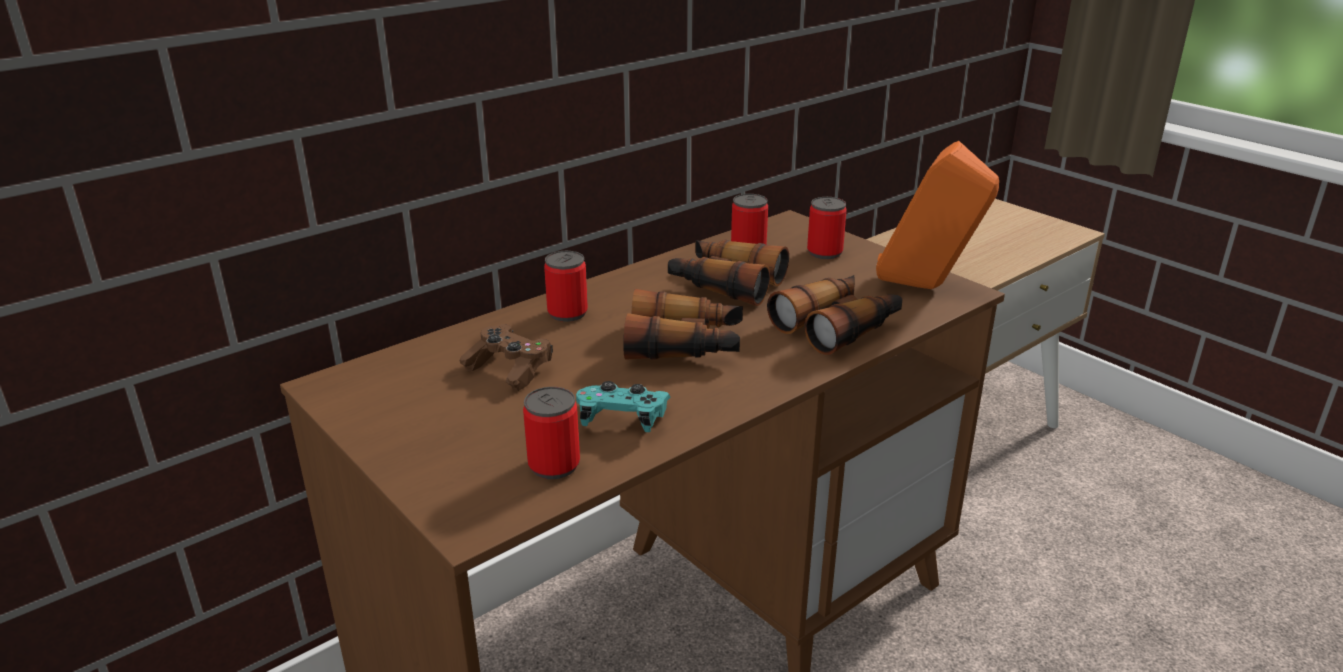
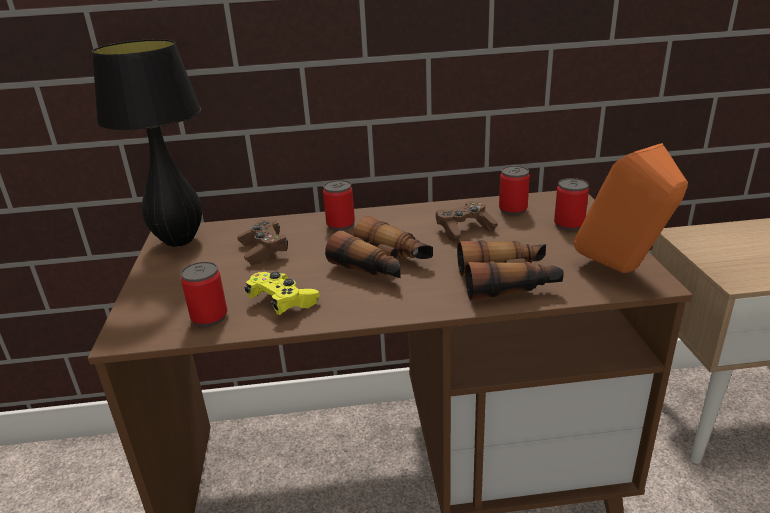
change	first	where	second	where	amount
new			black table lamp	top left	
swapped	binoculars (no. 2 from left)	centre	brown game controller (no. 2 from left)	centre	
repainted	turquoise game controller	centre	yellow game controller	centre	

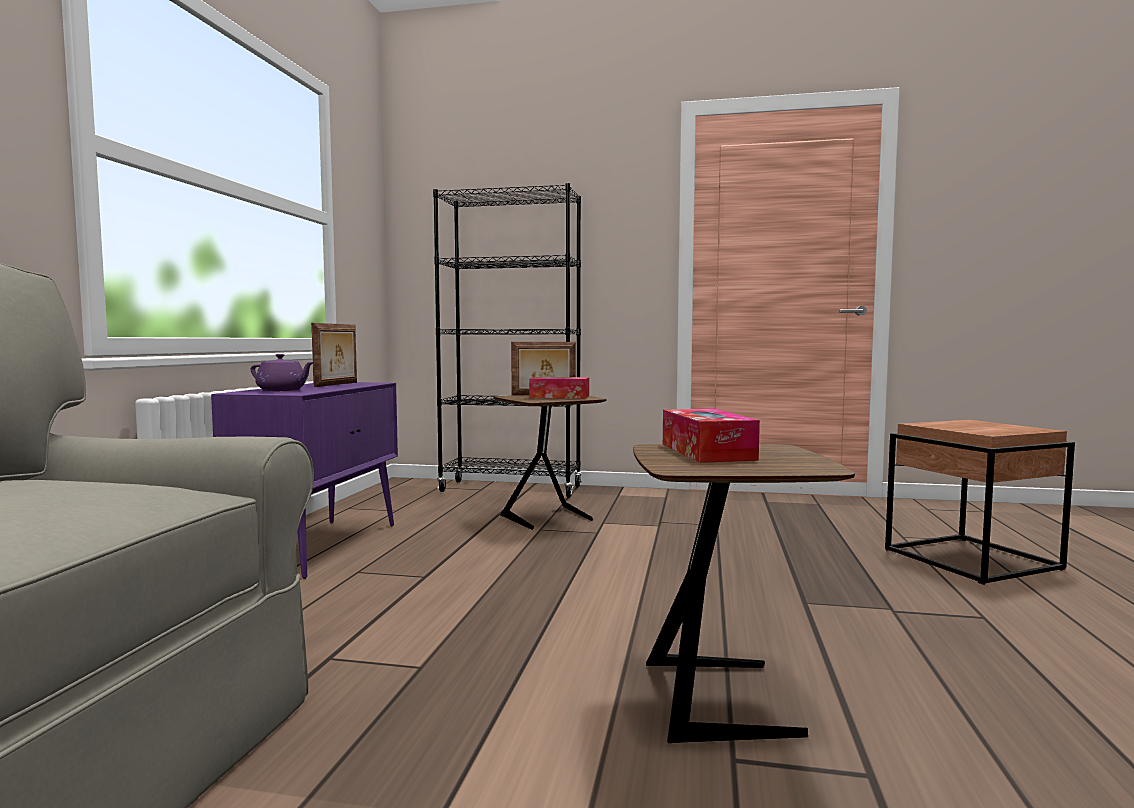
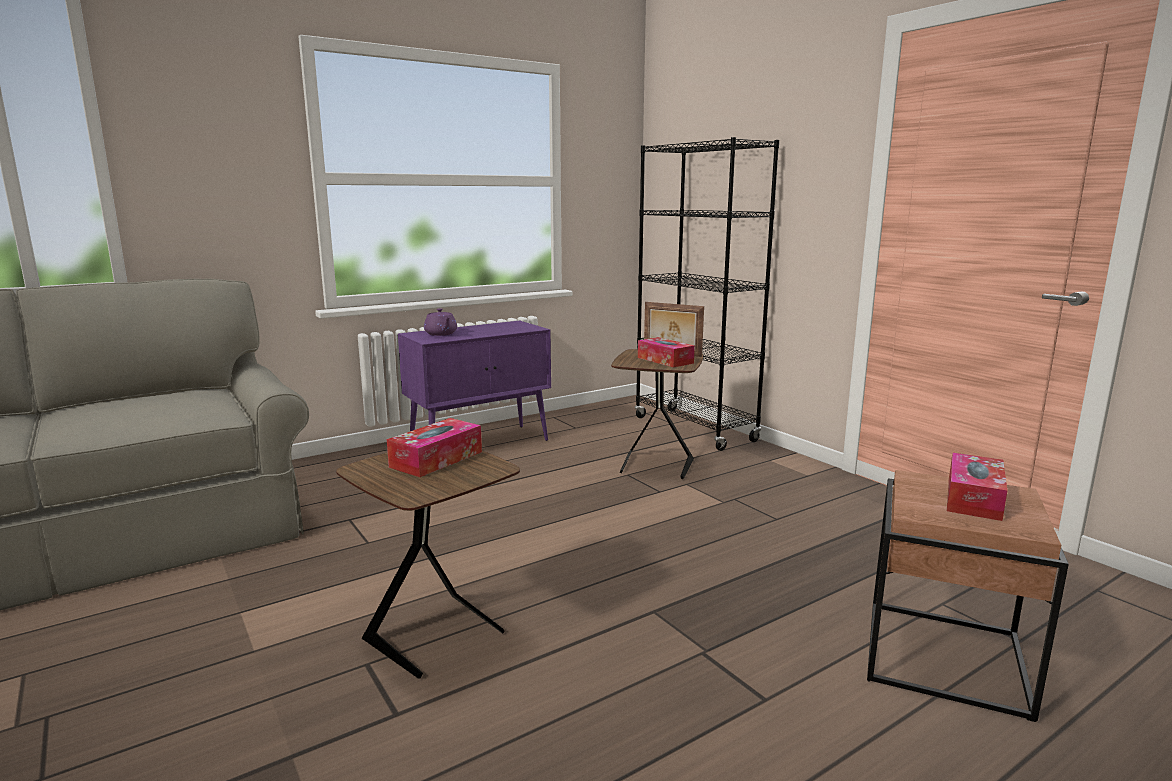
change	first	where	second	where	amount
gone	picture frame (no. 1 from left)	middle left			
new			tissue box (no. 3 from left)	middle right	

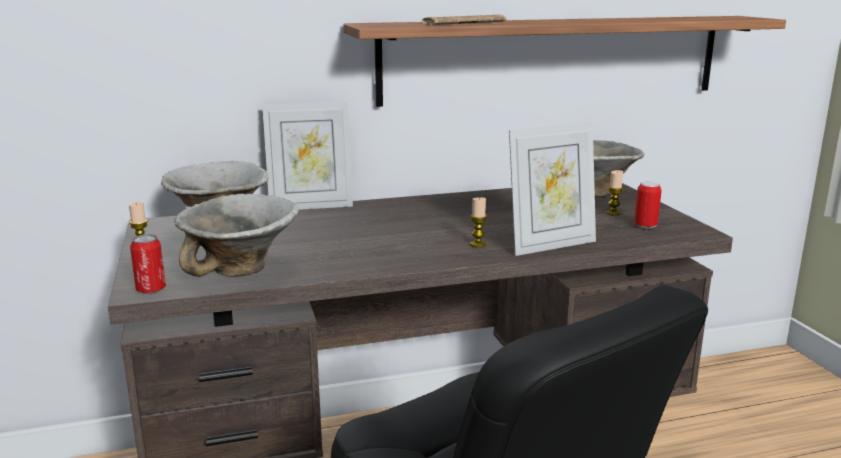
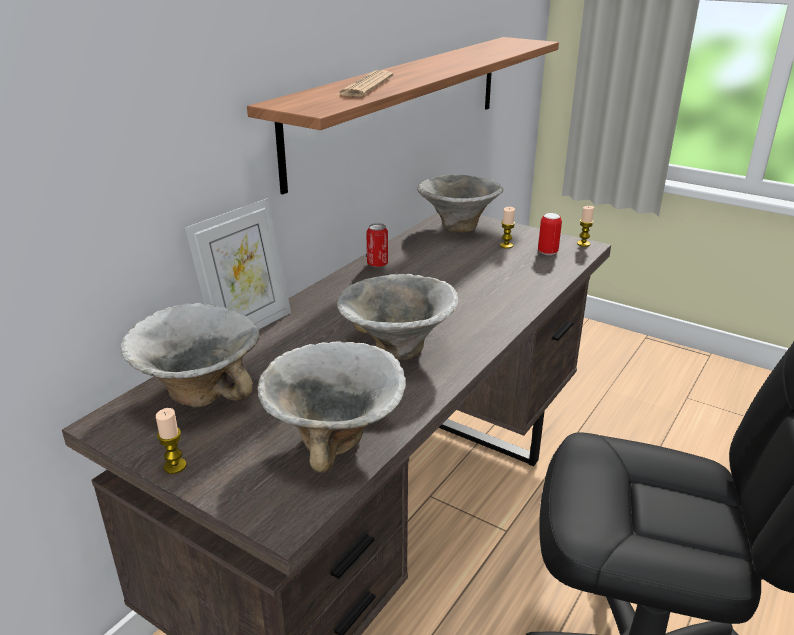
change	first	where	second	where	amount
gone	picture frame (no. 2 from left)	centre			
new			bowl (no. 3 from left)	centre	
shifted	can (no. 1 from left)	middle left		centre	
shifted	candle (no. 2 from left in the first image)	centre	candle (no. 3 from left)	middle right	

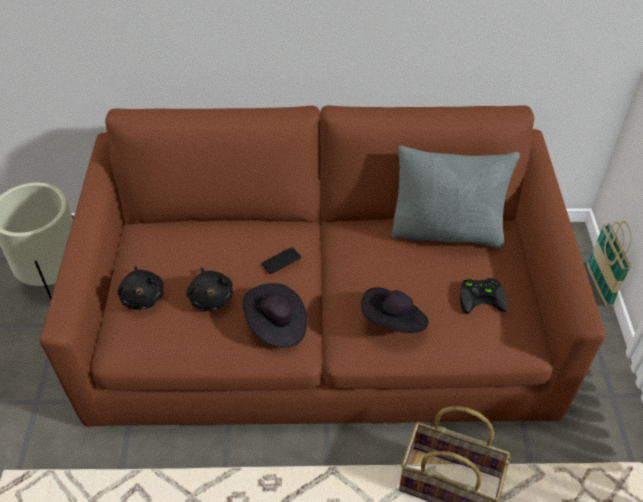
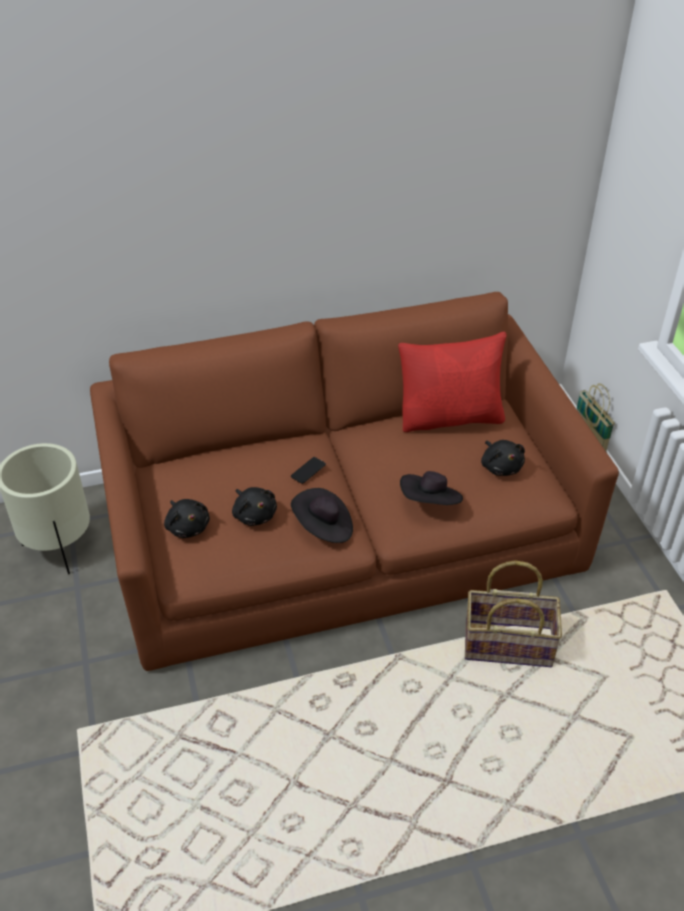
change	first	where	second	where	amount
swapped	black game controller	middle right	black plush toy (no. 3 from left)	middle right	
repainted	grey pillow	middle right	red pillow	centre	

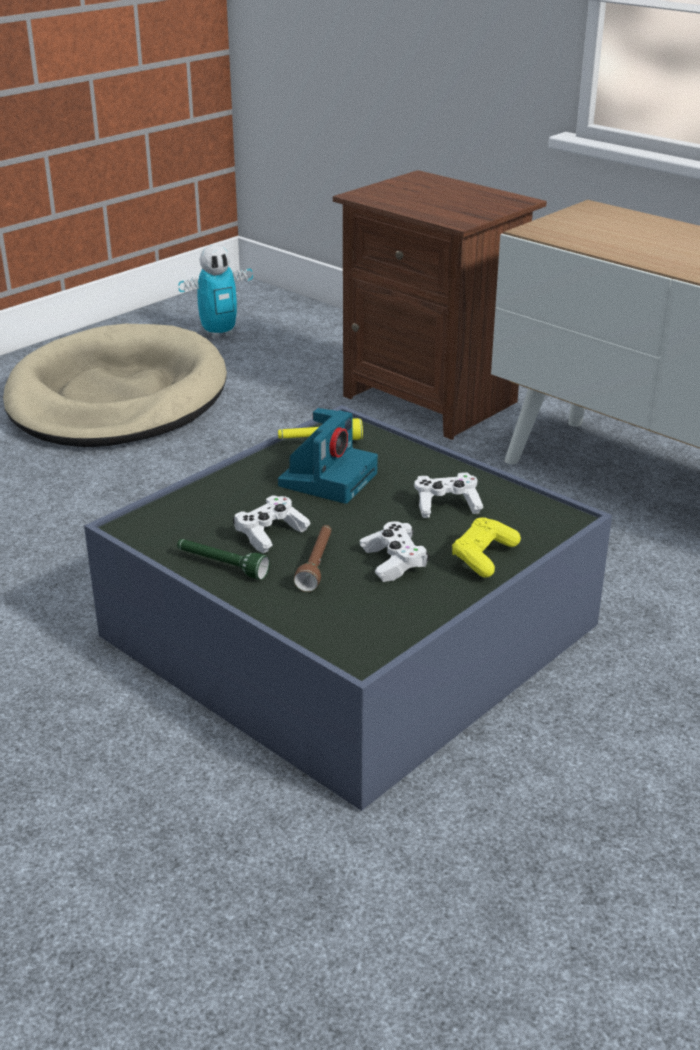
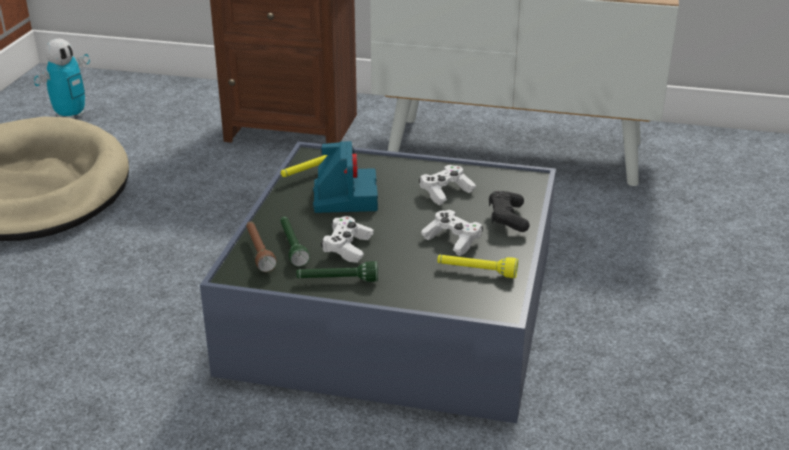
change	first	where	second	where	amount
new			green flashlight (no. 1 from left)	centre	
new			yellow flashlight (no. 2 from left)	centre	
shifted	brown flashlight	centre		middle left	
repainted	yellow game controller	middle right	black game controller	centre	

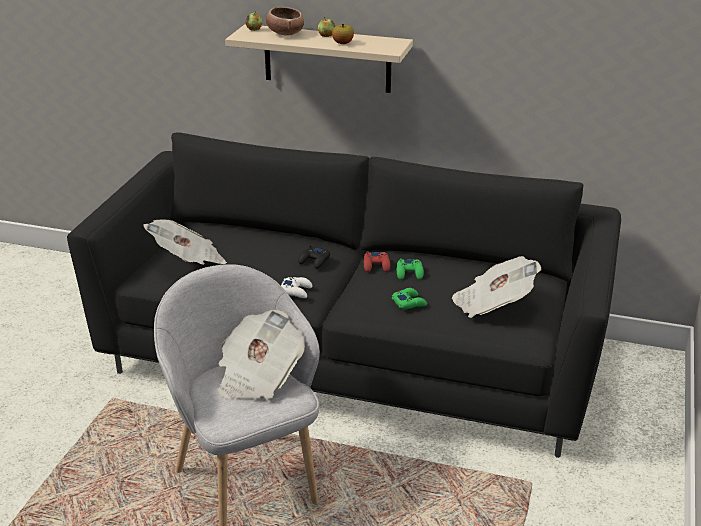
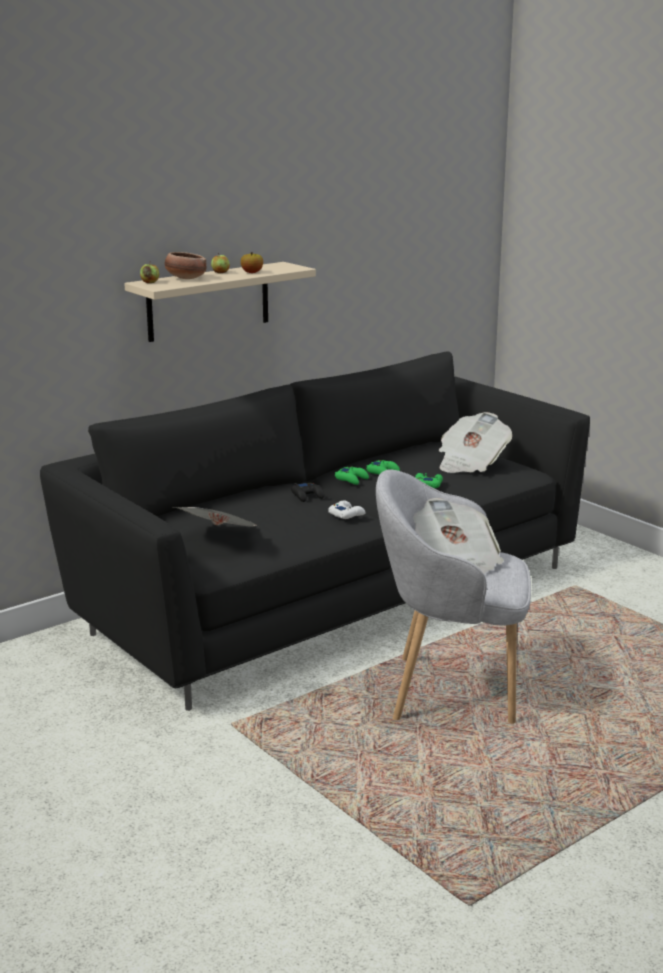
change	first	where	second	where	amount
repainted	red game controller	centre	green game controller (no. 1 from left)	centre	

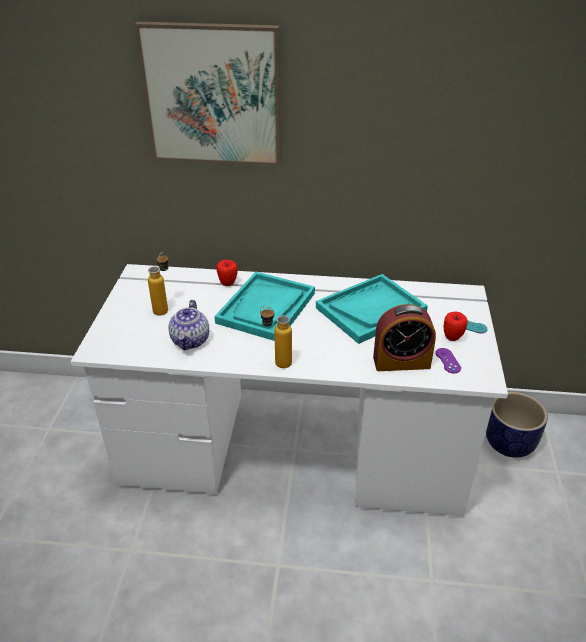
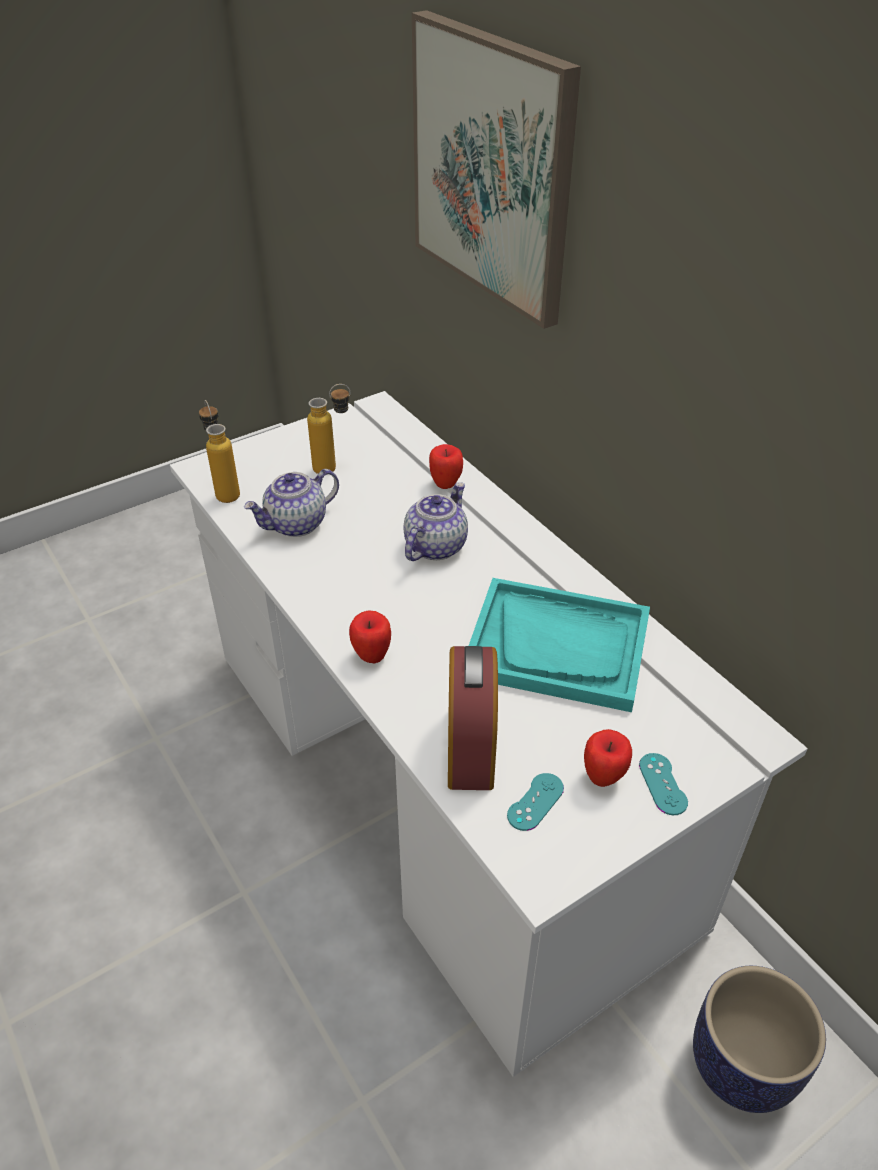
change	first	where	second	where	amount
new			apple (no. 1 from left)	centre	
shifted	bottle (no. 2 from left in the first image)	centre	bottle (no. 1 from left)	middle left	
swapped	turquoise tray (no. 1 from left)	centre	teapot (no. 2 from left)	centre	
repainted	purple game controller	middle right	turquoise game controller (no. 1 from left)	bottom centre	
rotated	alarm clock	middle right		centre	45 degrees clockwise

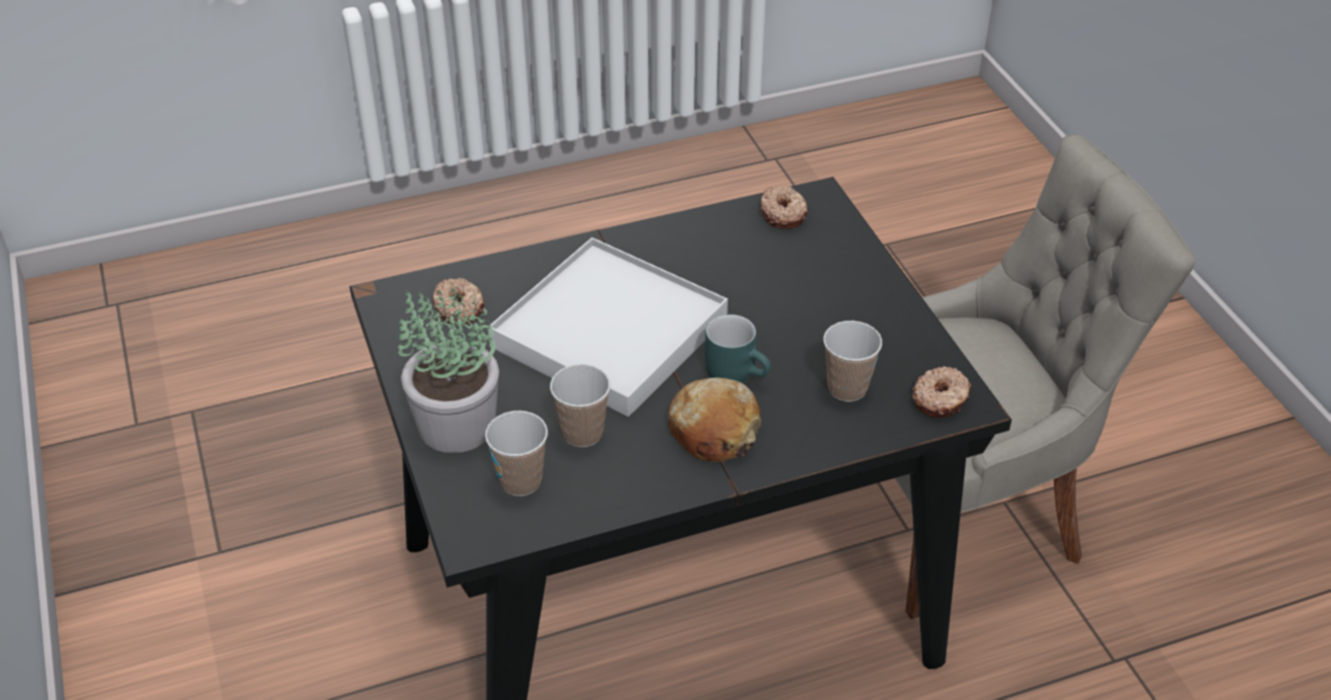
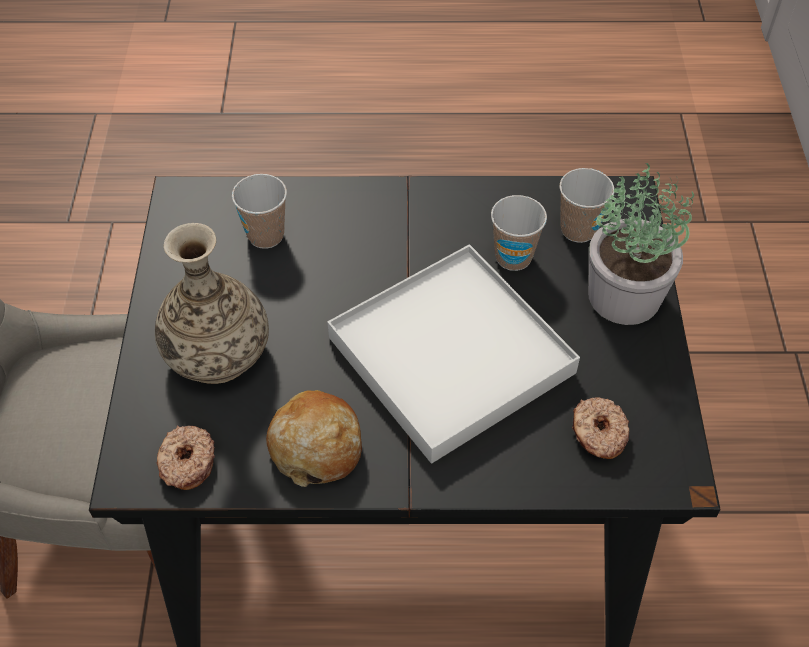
change	first	where	second	where	amount
gone	turquoise mug	centre			
gone	donut (no. 3 from left)	middle right			
new			vase	middle left	
shifted	bread	centre		bottom centre	

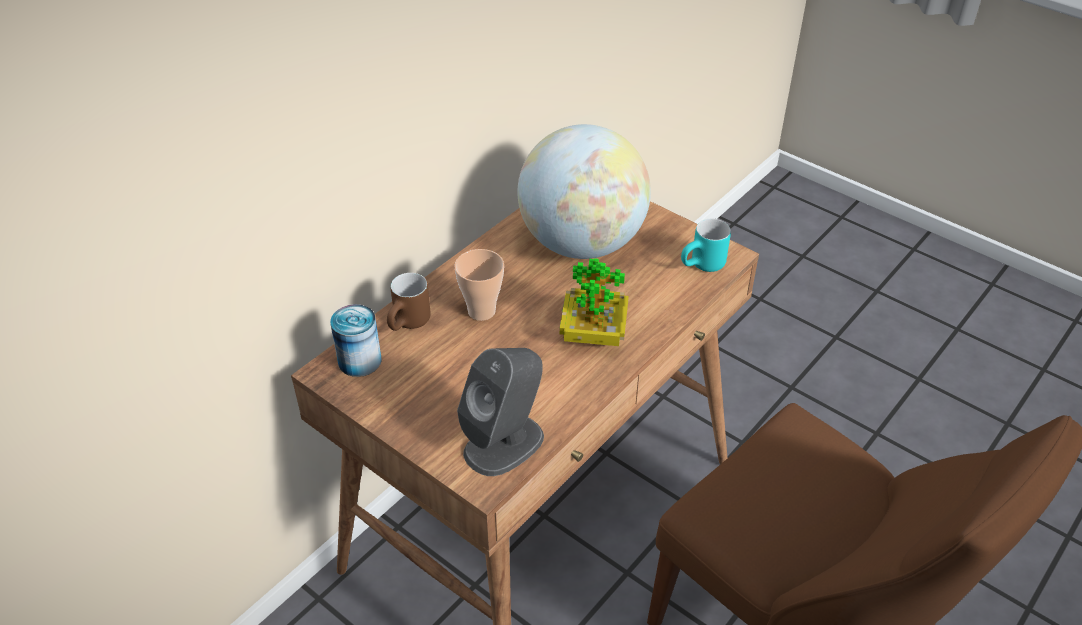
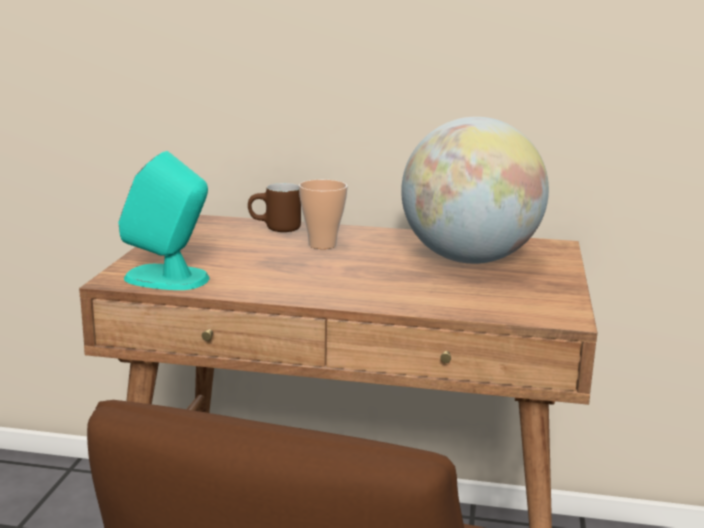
change	first	where	second	where	amount
gone	can	middle left			
gone	potted plant	centre			
gone	turquoise mug	centre			
repainted	grey speaker	centre	turquoise speaker	middle left	

